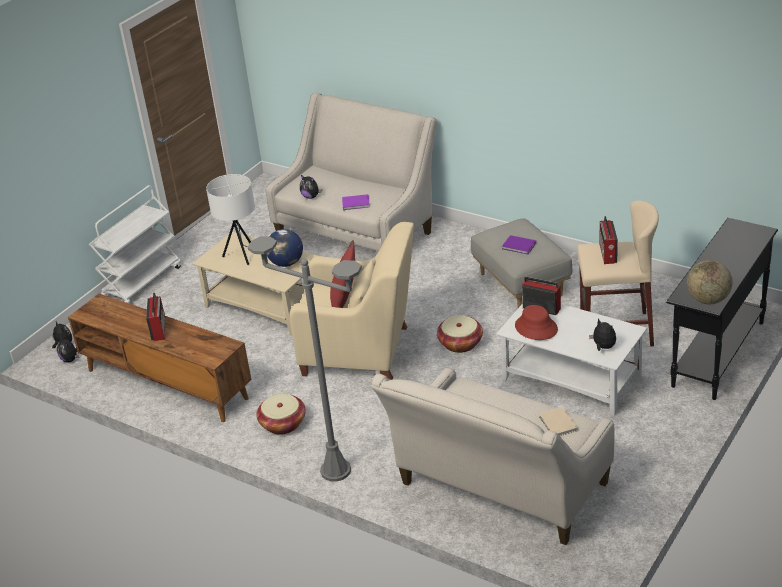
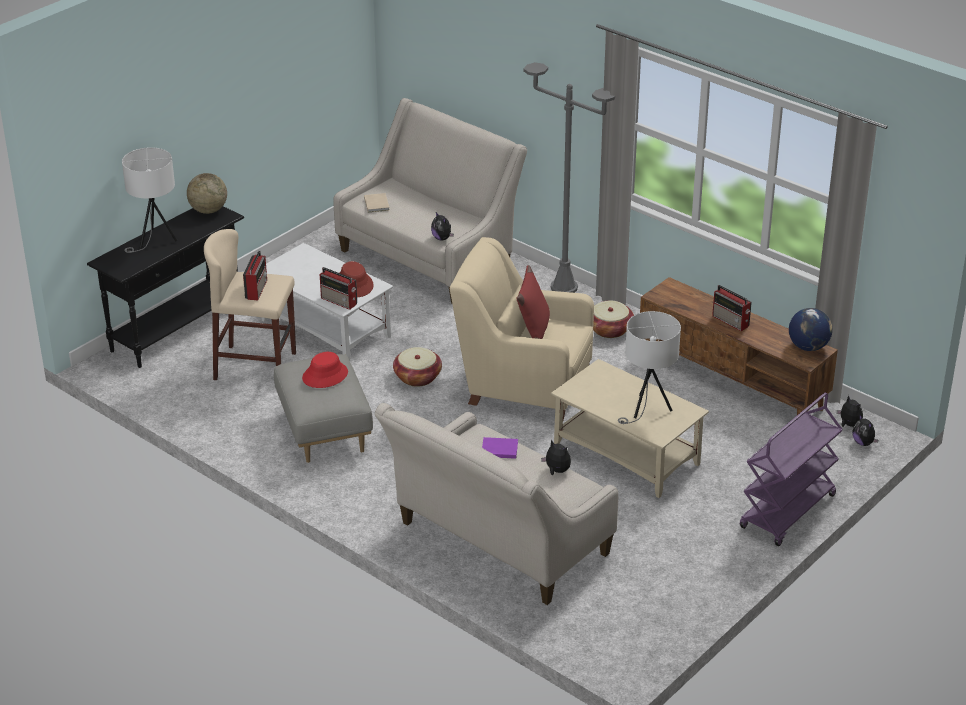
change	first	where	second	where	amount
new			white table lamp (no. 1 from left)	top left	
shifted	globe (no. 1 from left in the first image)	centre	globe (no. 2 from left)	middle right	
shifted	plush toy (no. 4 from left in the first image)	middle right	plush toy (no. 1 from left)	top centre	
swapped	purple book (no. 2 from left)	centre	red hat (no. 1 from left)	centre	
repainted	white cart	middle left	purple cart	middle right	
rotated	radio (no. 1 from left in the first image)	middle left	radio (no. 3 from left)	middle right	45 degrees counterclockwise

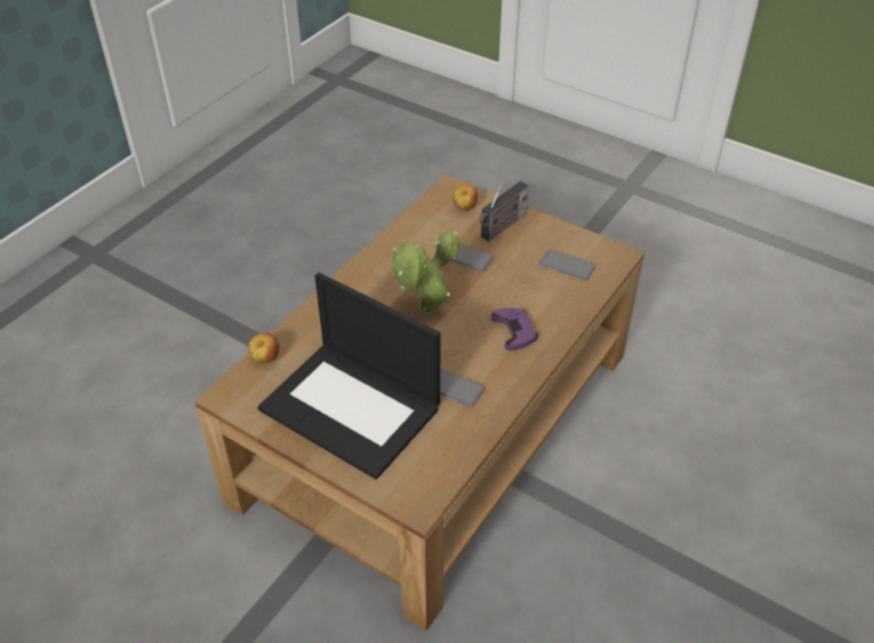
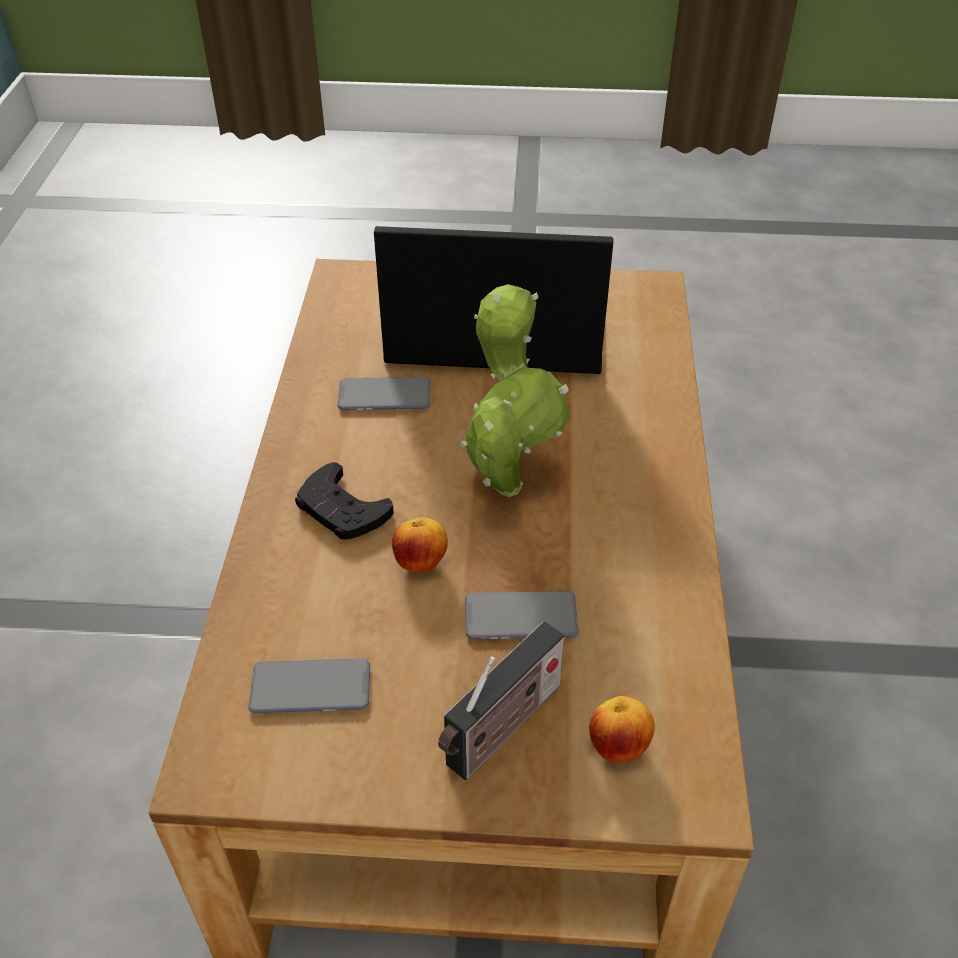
change	first	where	second	where	amount
shifted	apple (no. 1 from left)	middle left		centre	
repainted	purple game controller	centre	black game controller	centre	
rotated	radio	top centre		bottom centre	150 degrees counterclockwise

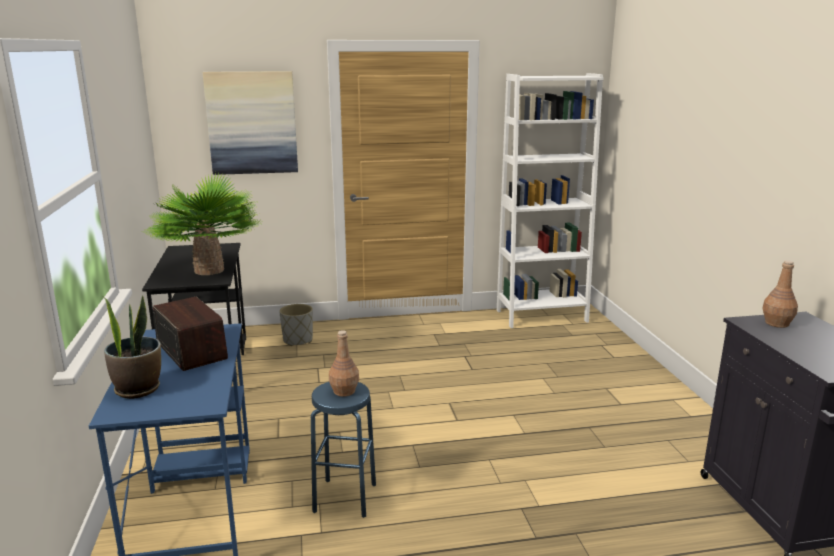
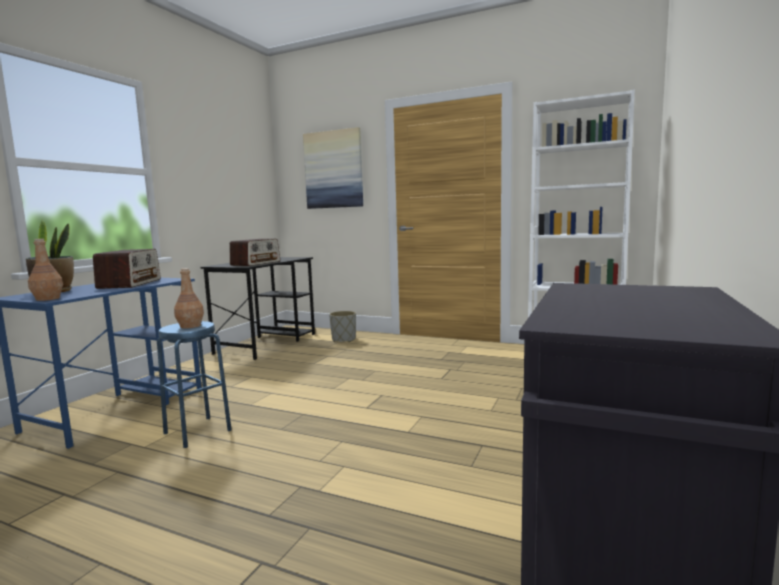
change	first	where	second	where	amount
shifted	brown bottle (no. 2 from left in the first image)	middle right	brown bottle (no. 1 from left)	middle left	
swapped	potted plant (no. 2 from left)	middle left	radio (no. 2 from left)	middle left	

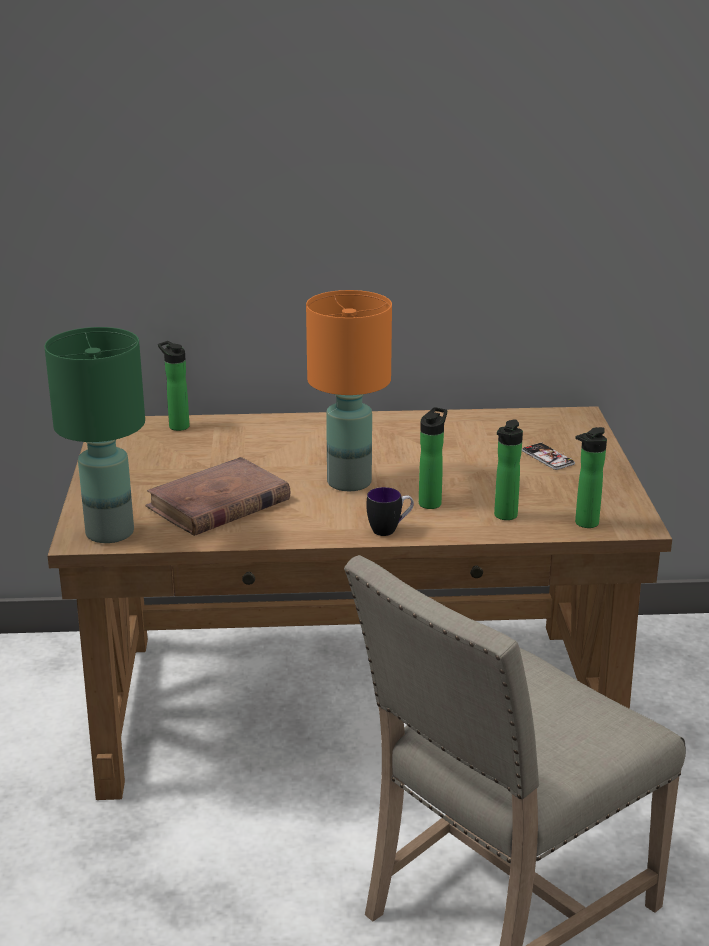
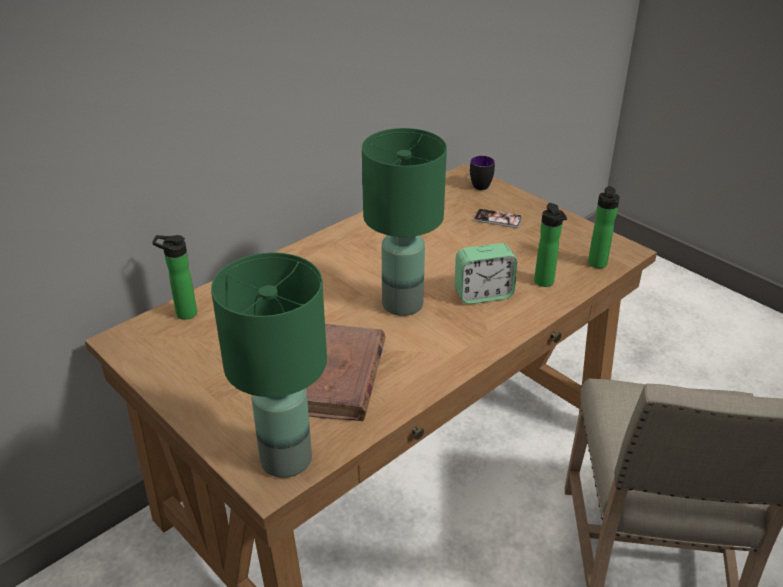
change	first	where	second	where	amount
shifted	mug	centre		top centre	
swapped	bottle (no. 2 from left)	centre	alarm clock	centre	
repainted	orange table lamp	centre	green table lamp (no. 2 from left)	centre	

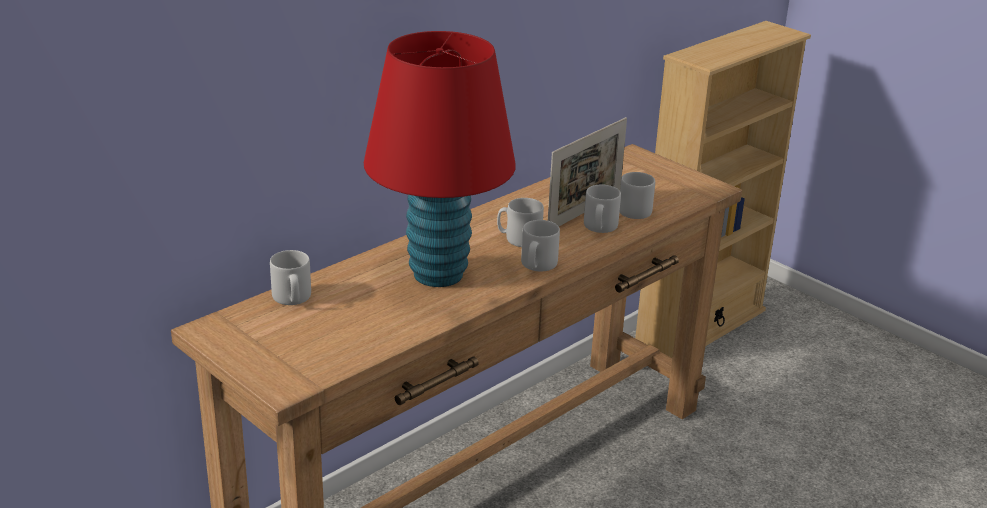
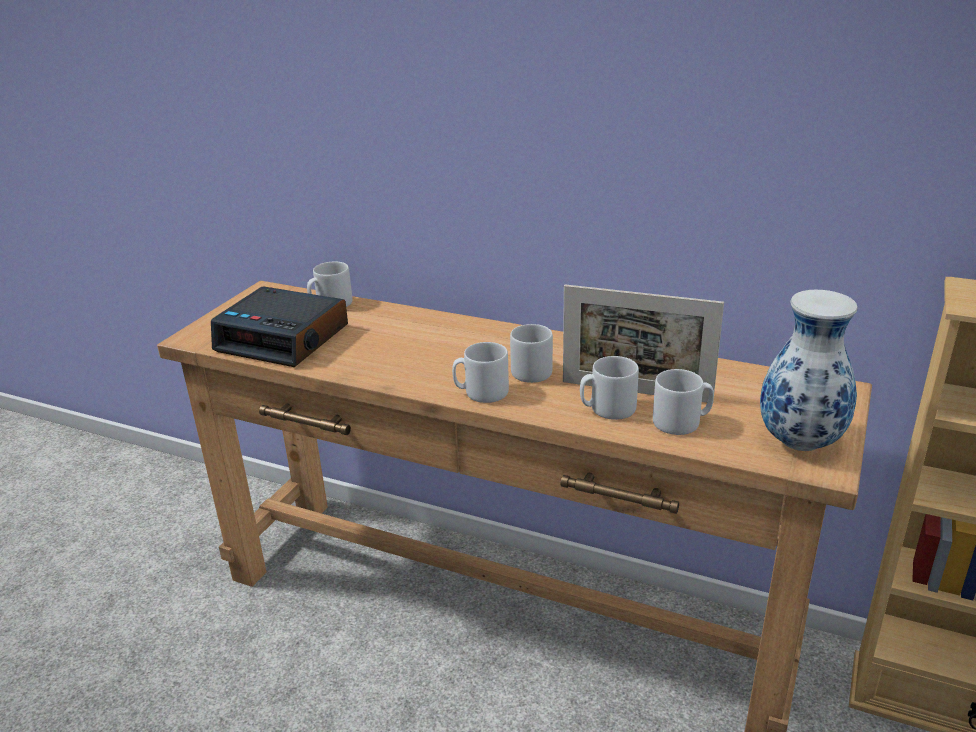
change	first	where	second	where	amount
gone	red table lamp	top centre			
new			alarm clock	middle left	
new			vase	middle right	

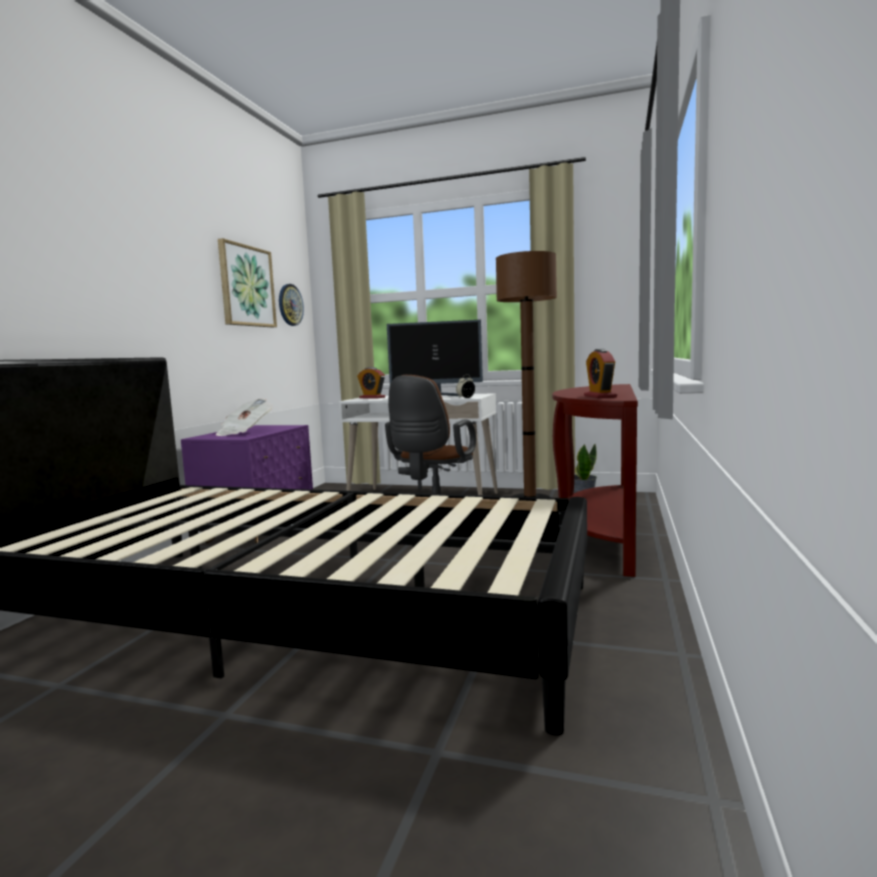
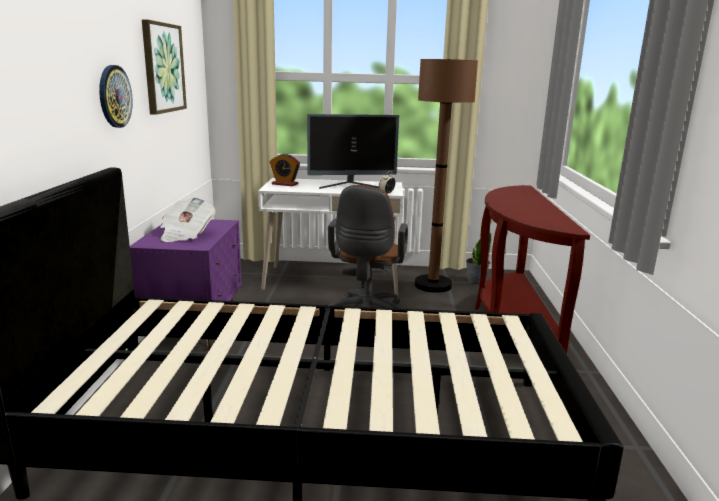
change	first	where	second	where	amount
gone	alarm clock (no. 3 from left)	middle right			
shifted	wall clock	middle left		top left	

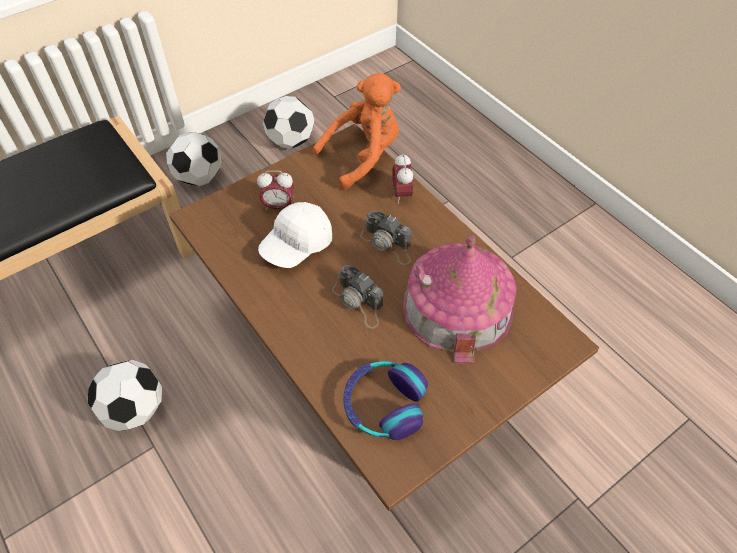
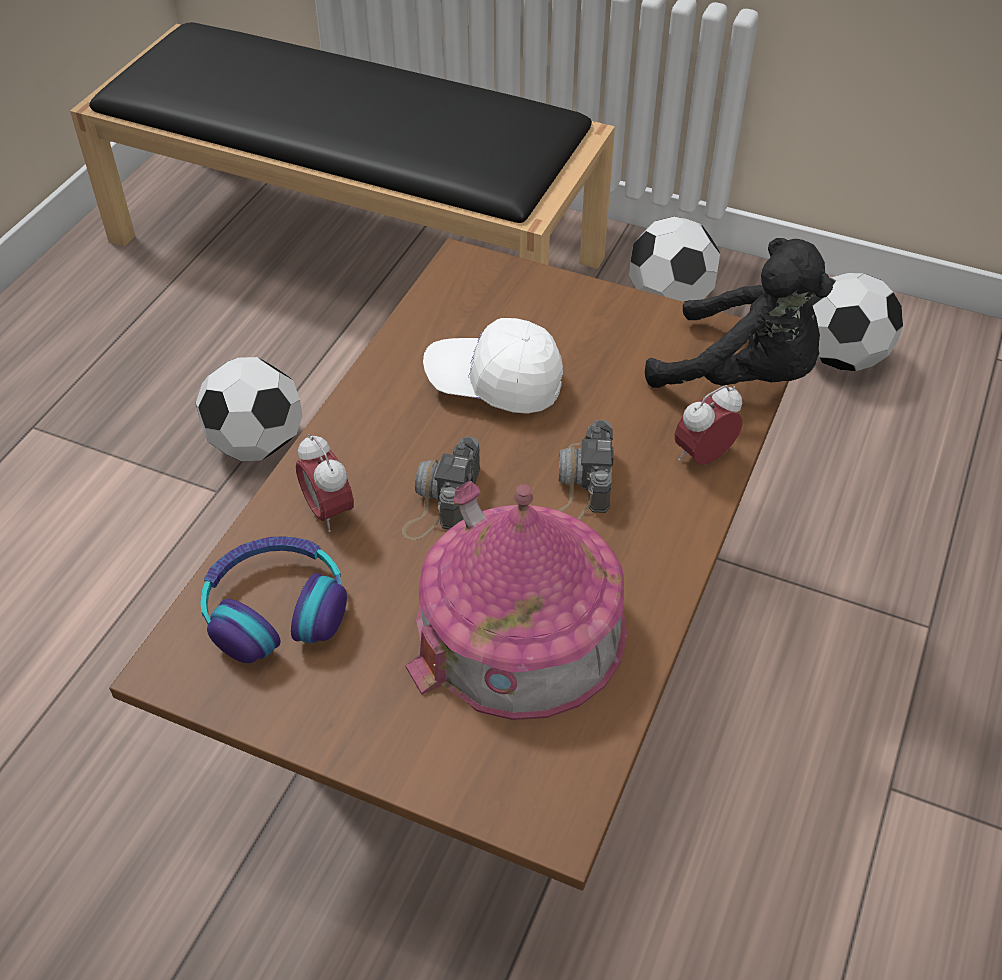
change	first	where	second	where	amount
shifted	alarm clock (no. 1 from left)	centre		middle left	
repainted	orange plush toy	top centre	black plush toy	top right	

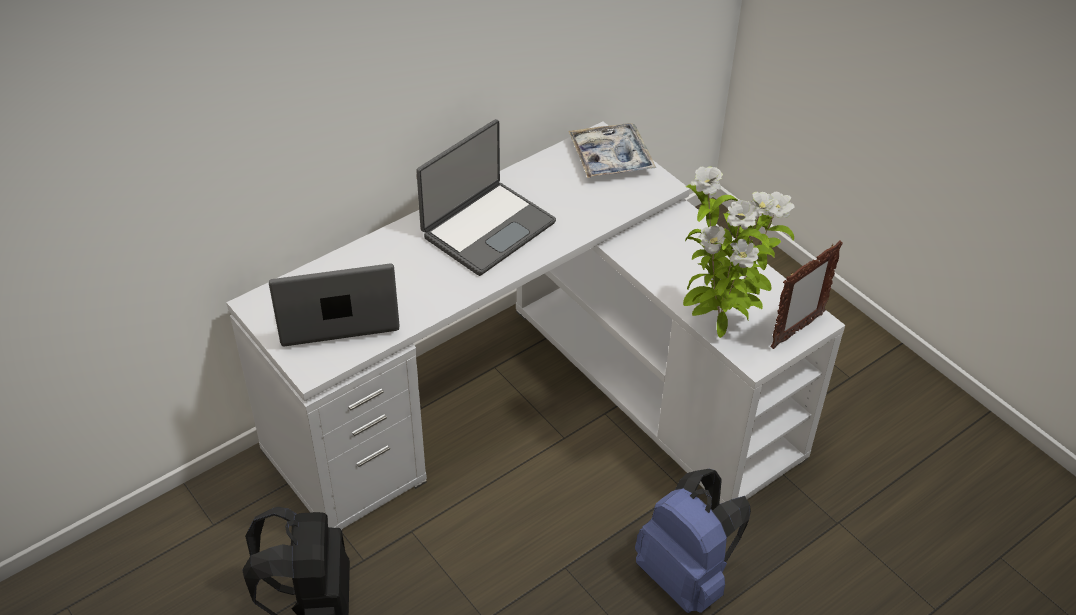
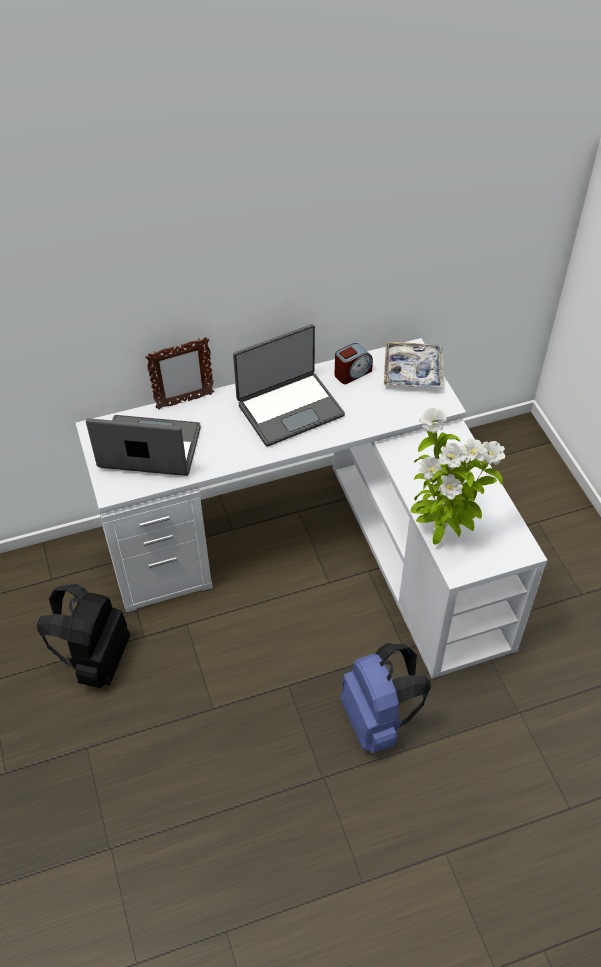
change	first	where	second	where	amount
new			alarm clock	centre	
shifted	picture frame	middle right		middle left	

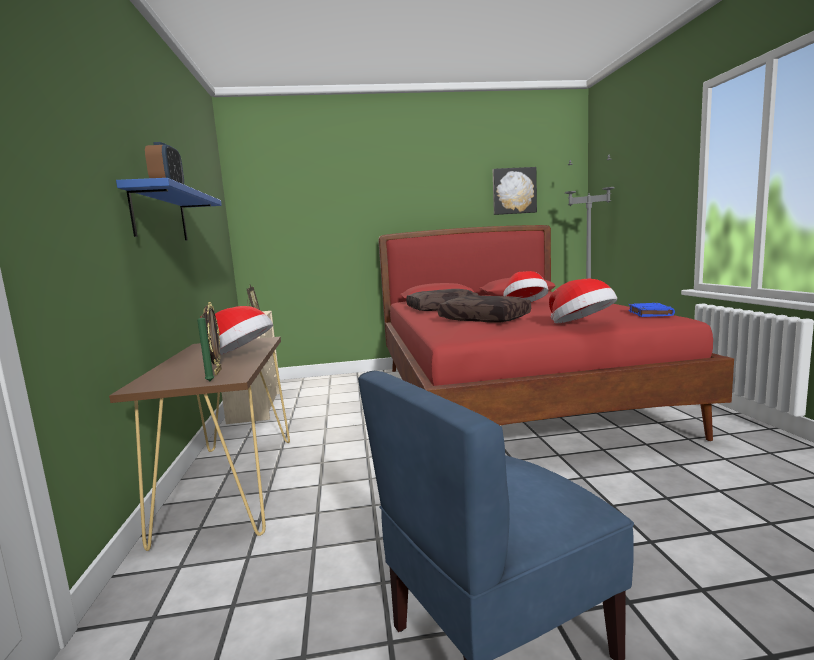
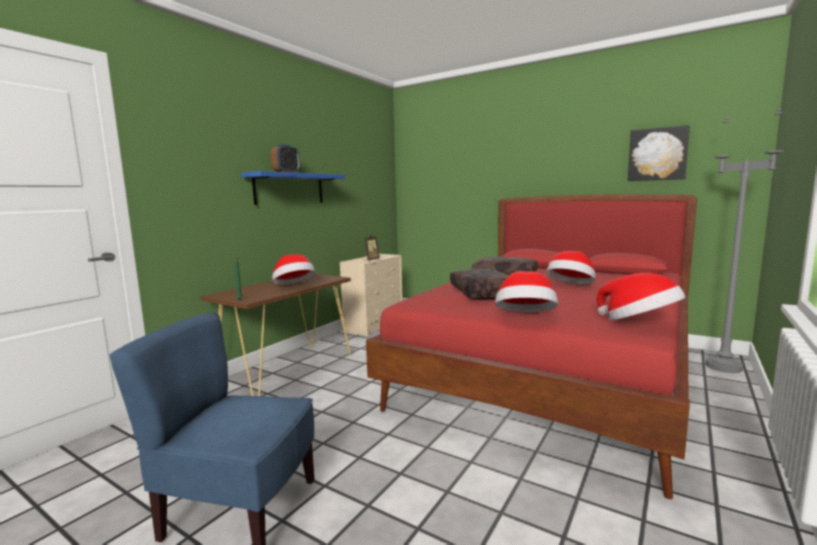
change	first	where	second	where	amount
gone	picture frame (no. 1 from left)	middle left			
swapped	blue book	middle right	hat (no. 4 from left)	middle right	

